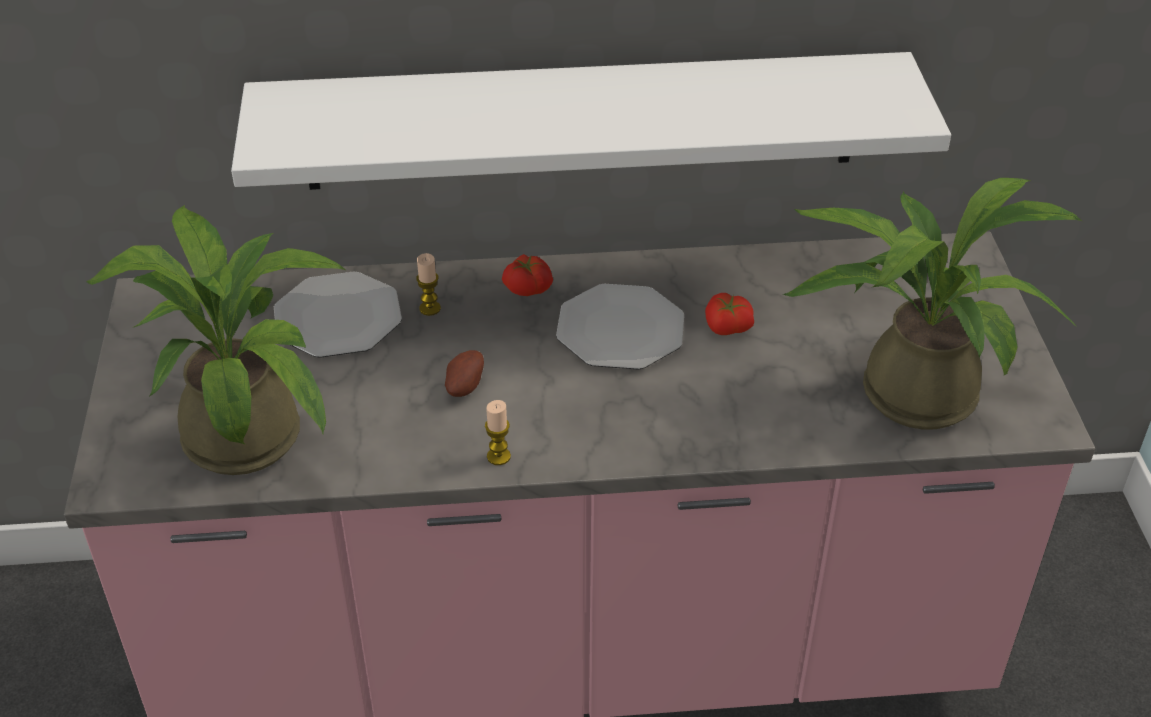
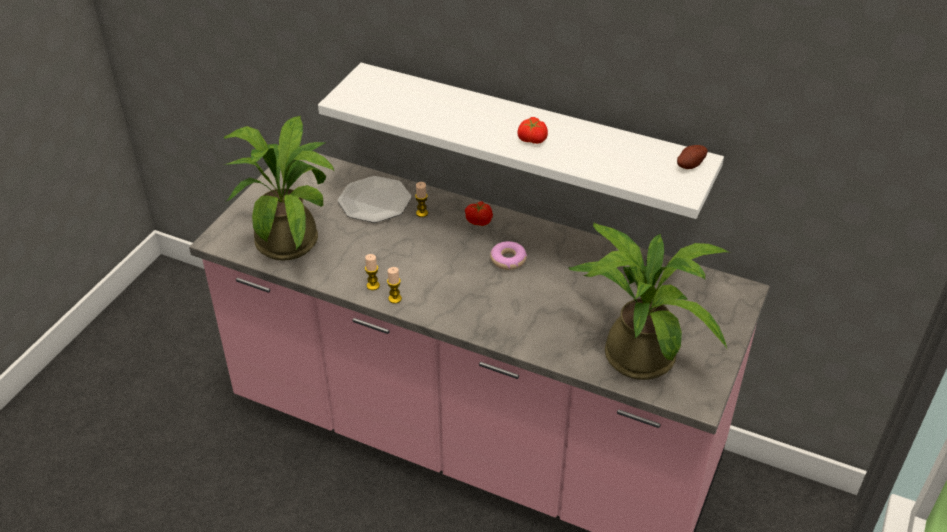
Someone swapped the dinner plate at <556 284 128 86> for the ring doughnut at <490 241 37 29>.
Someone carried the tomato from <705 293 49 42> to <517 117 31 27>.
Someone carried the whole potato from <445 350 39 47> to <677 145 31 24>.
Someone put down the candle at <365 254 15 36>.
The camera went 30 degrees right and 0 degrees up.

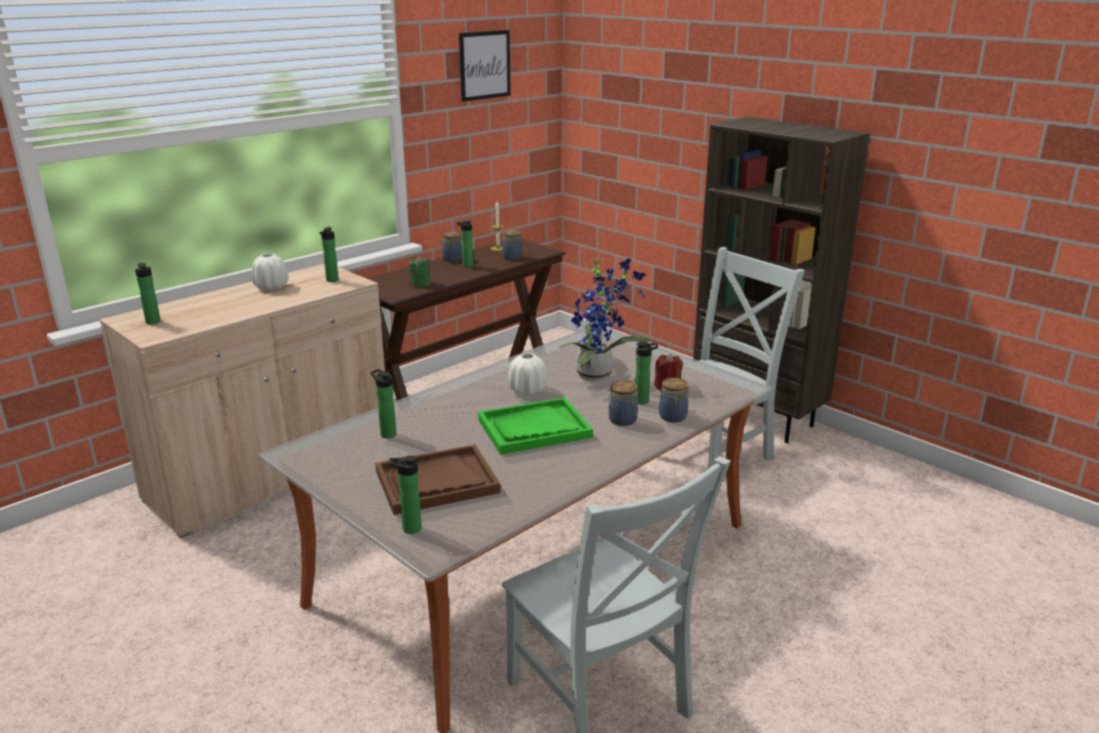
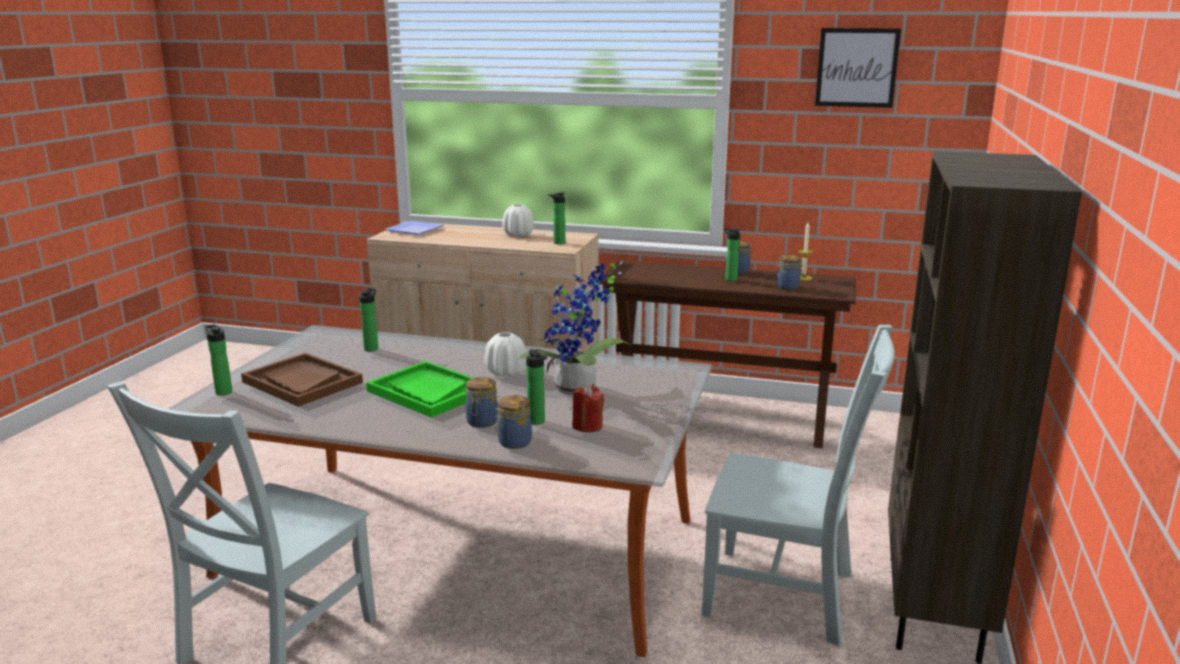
Someone took away the candle in green at <409 256 22 31>.
Someone swapped the beverage bottle at <135 263 26 62> for the dinner plate at <384 221 60 13>.
The camera went 60 degrees right and 5 degrees down.

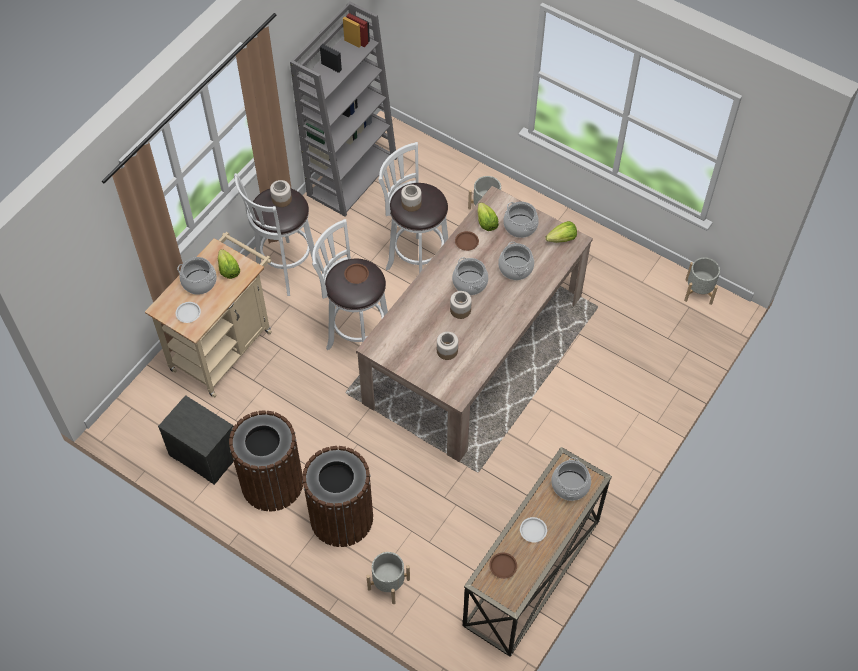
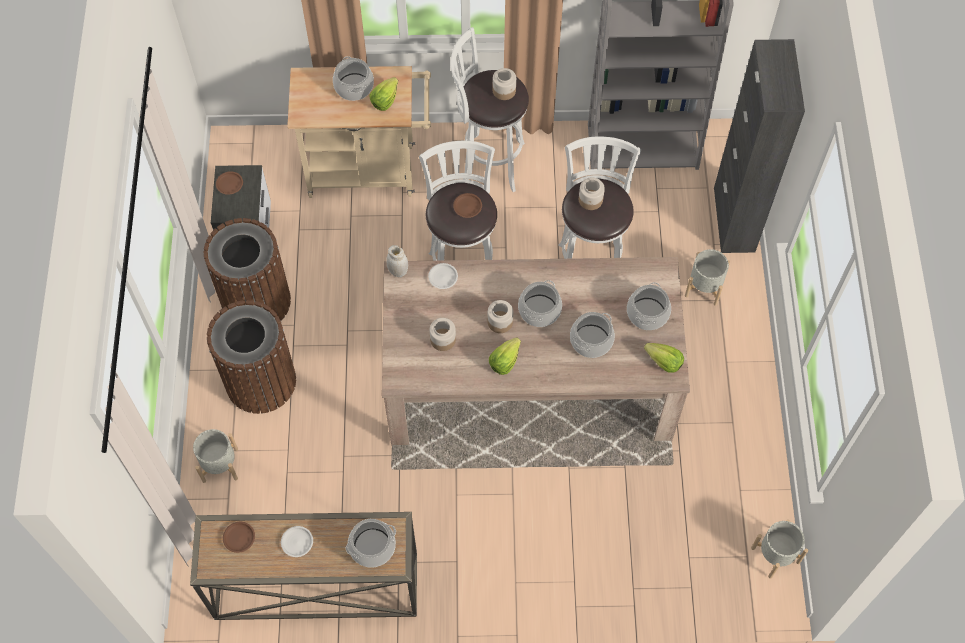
Someone carried the head of lettuce from <477 202 22 29> to <489 337 32 38>.
Someone carried the dinner plate in brown-coloured from <455 231 24 20> to <216 171 27 24>.
Someone carried the dinner plate in white from <176 302 25 21> to <428 263 30 26>.
Someone put down the cabinet in black-coloured at <714 39 91 214>.
Someone put down the storage jar in white at <386 245 22 32>.
The camera went 55 degrees right and 5 degrees up.

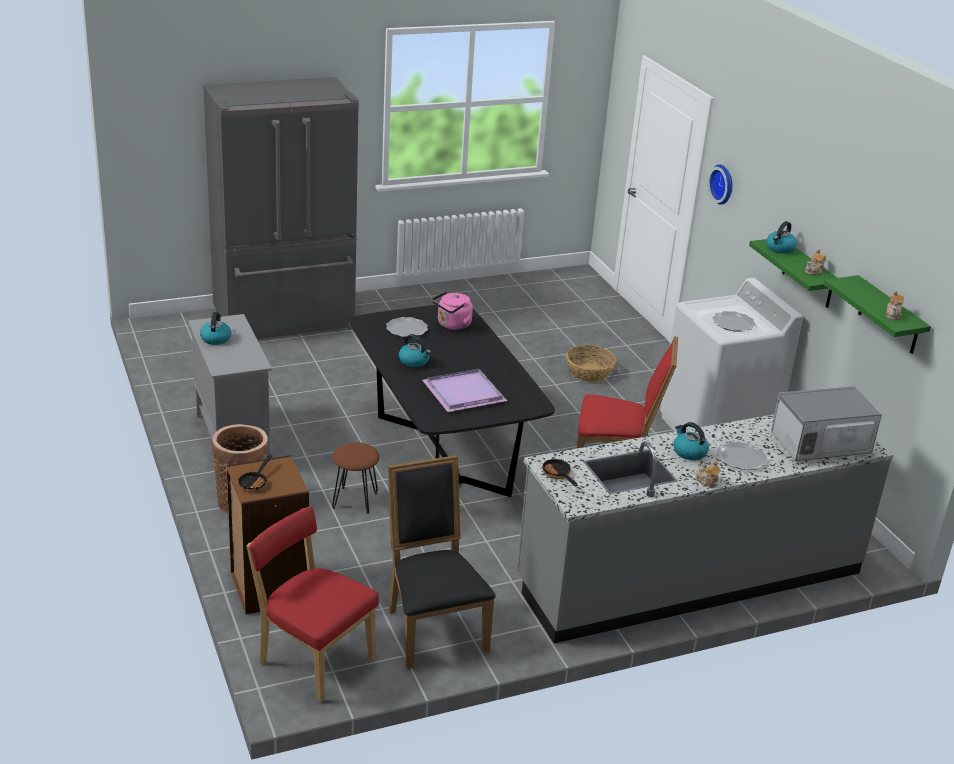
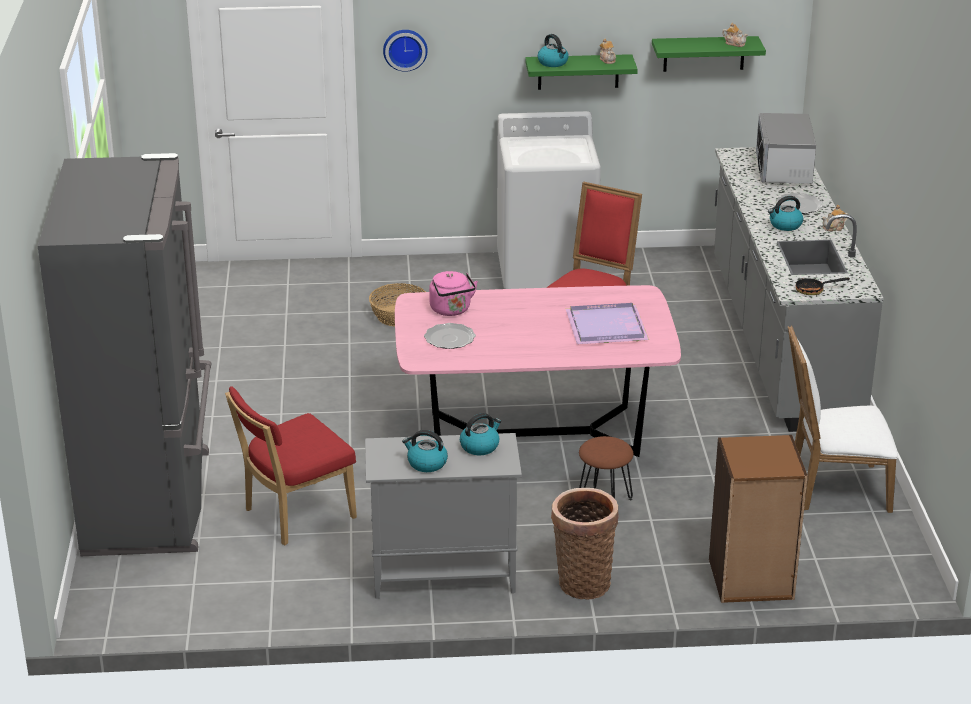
Someone repainted the kitchen table in black-coloured at <350 305 205 192>, which became the kitchen table in pinkish at <395 285 286 172>.
Someone took away the dinner plate at <713 311 43 21>.
Someone carried the kettle from <399 334 32 33> to <460 413 41 42>.
Someone took away the pan at <238 454 35 38>.
Someone repainted the plain chair in black-coloured at <388 455 107 214>, which became the plain chair in white at <788 325 110 188>.
Someone carried the plain chair in red from <246 506 133 196> to <225 386 132 159>.
The camera went 70 degrees left and 0 degrees up.

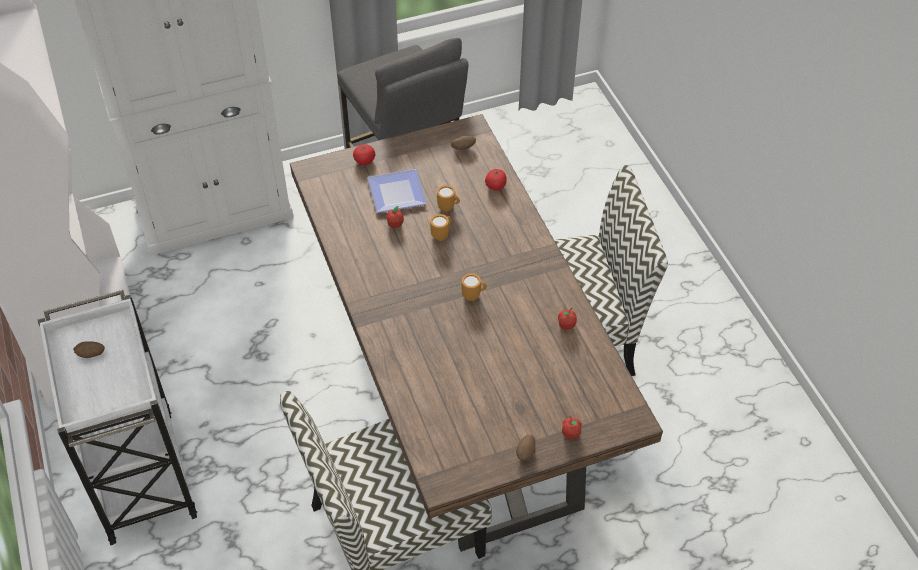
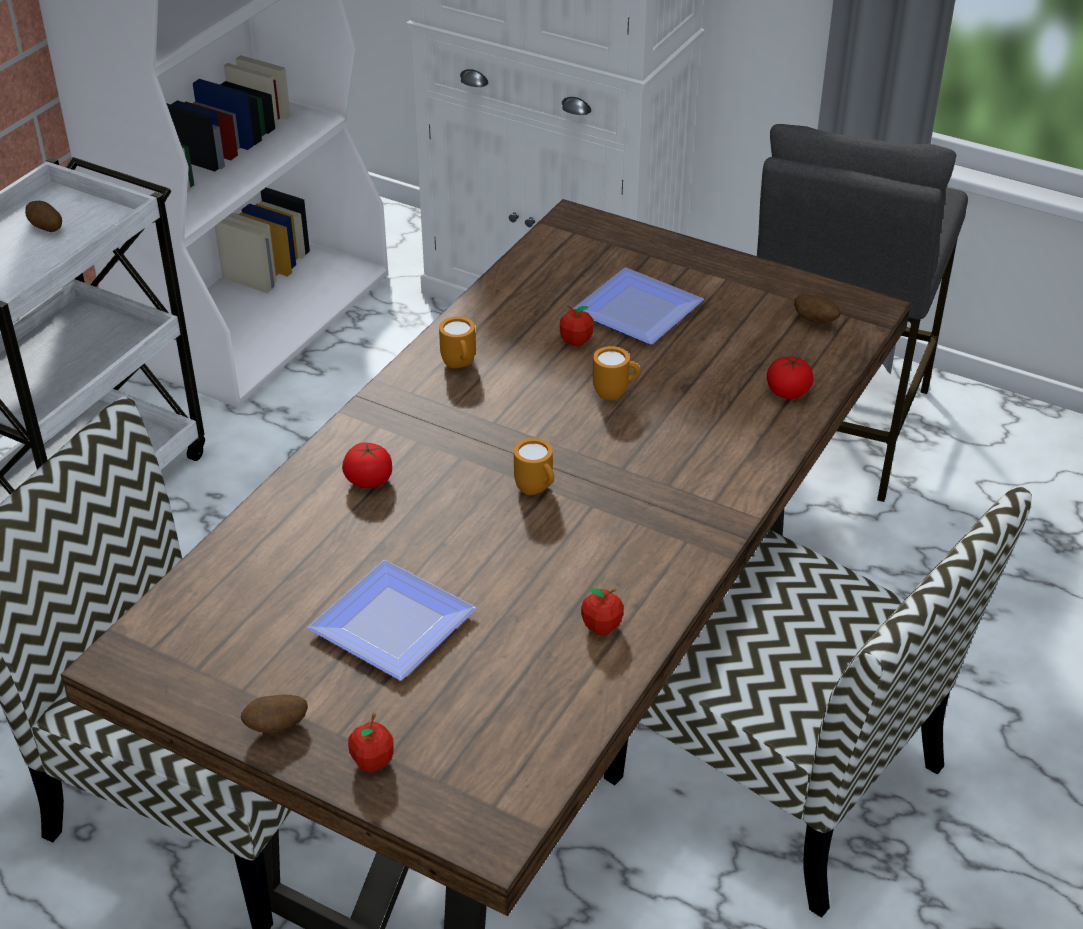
Someone carried the tomato from <353 144 22 21> to <342 443 50 45>.
Someone carried the coffee mug in orange from <437 185 23 27> to <439 316 37 52>.
Someone put down the dinner plate at <307 560 169 120>.
The camera went 50 degrees right and 10 degrees down.

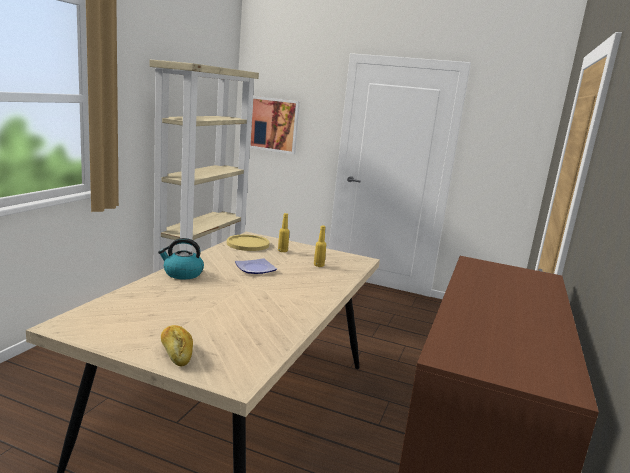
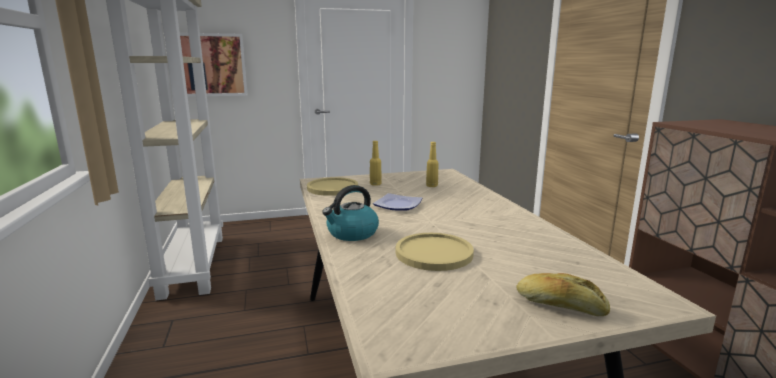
Someone put down the dinner plate in yellowish at <396 233 78 38>.
The camera went 35 degrees left and 0 degrees up.

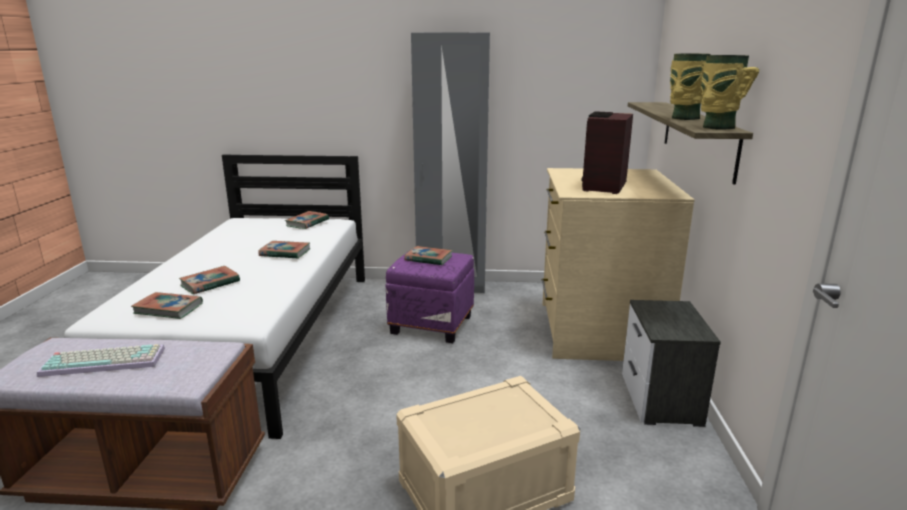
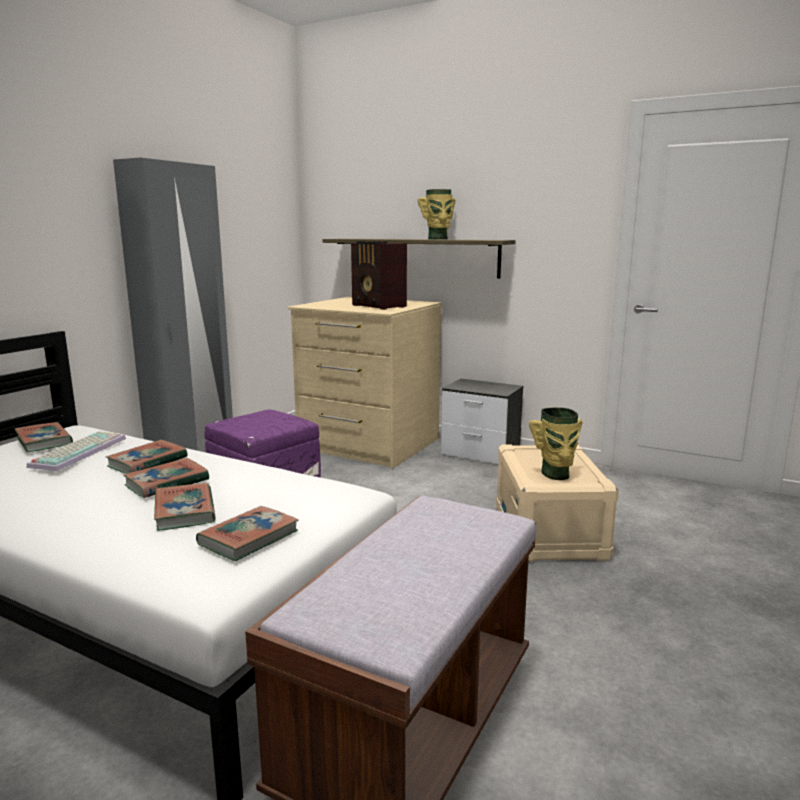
Someone carried the vase from <701 55 58 75> to <529 407 54 73>.
Someone carried the volume from <404 246 48 20> to <123 458 86 40>.
Someone carried the PC keyboard from <37 344 128 33> to <27 431 99 40>.
The camera went 65 degrees left and 5 degrees down.

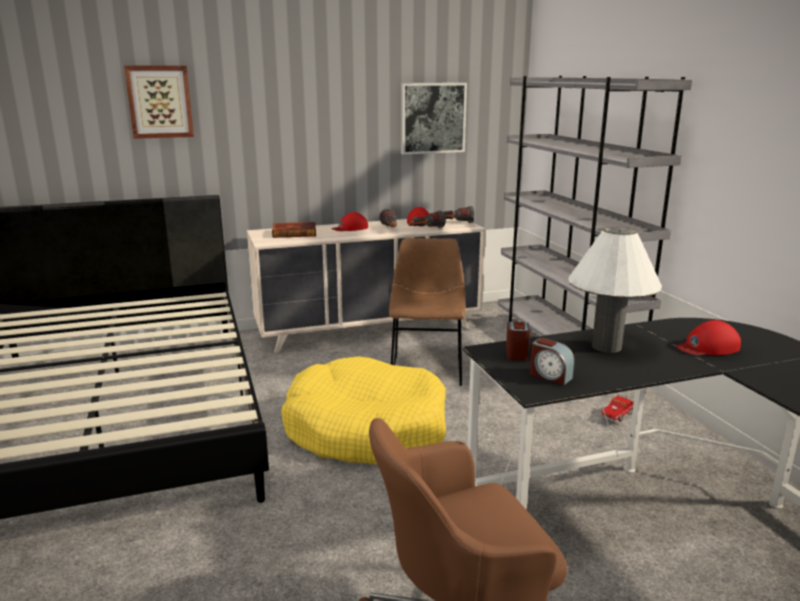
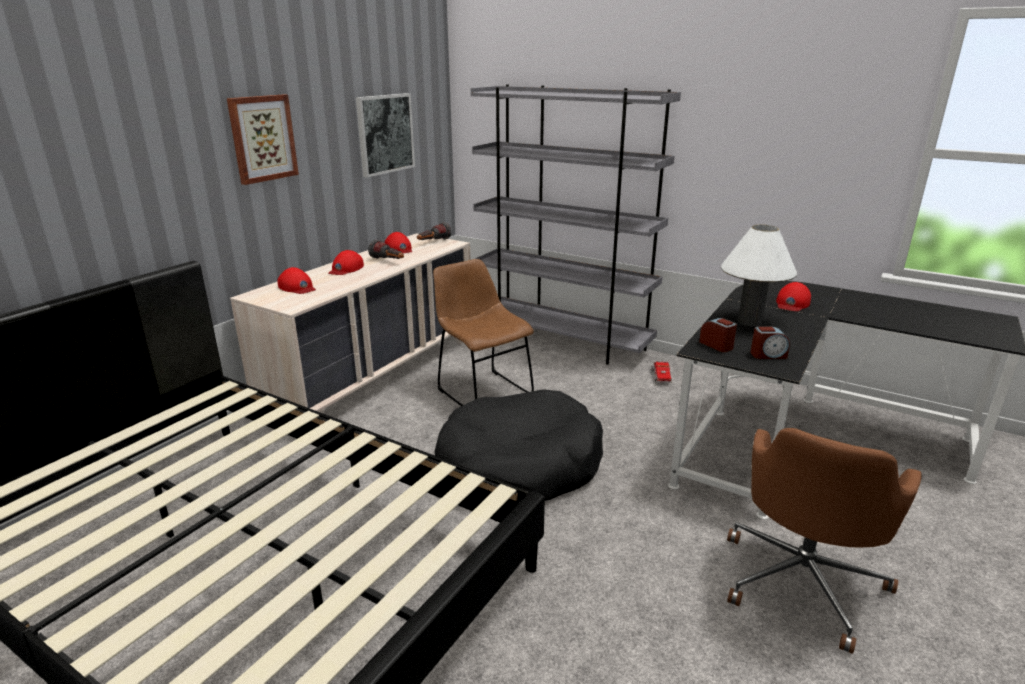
Someone carried the wall art from <124 66 70 73> to <227 94 72 91>.
Someone took away the flashlight at <409 210 37 18>.
Someone swapped the volume at <272 222 44 16> for the cap in red at <277 267 39 27>.
Someone repainted the dog bed in yellowish at <281 356 165 109>, which became the dog bed in black-coloured at <435 389 168 112>.
The camera went 40 degrees left and 5 degrees up.

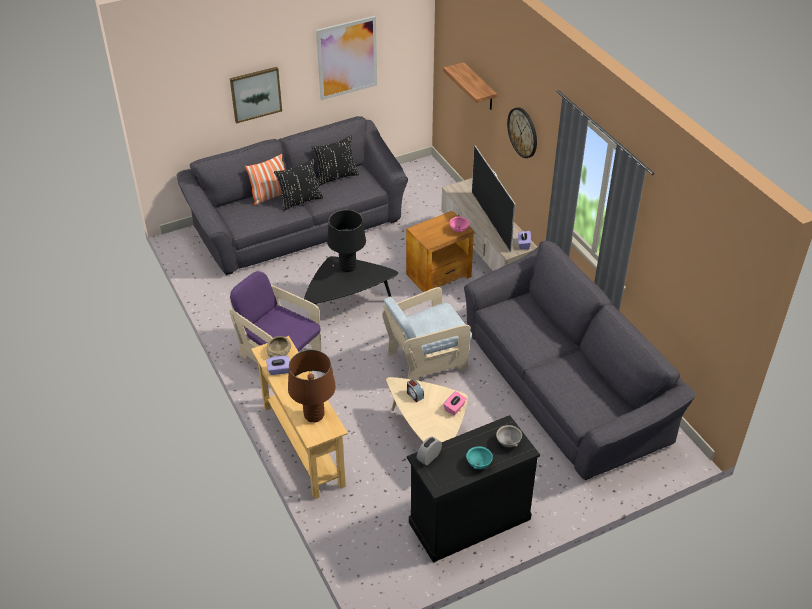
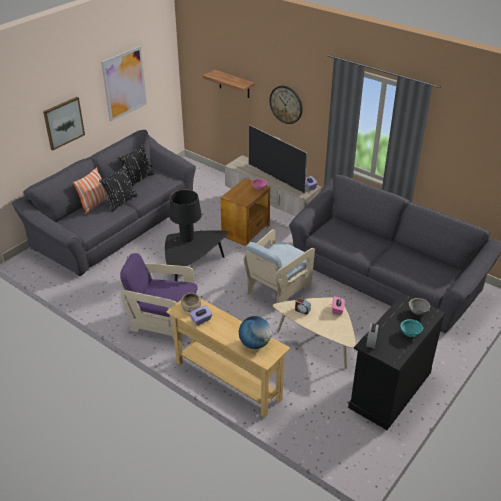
Someone swapped the lamp for a table in brown-coloured at <288 350 48 73> for the desk globe at <239 316 32 33>.
The camera went 25 degrees left and 5 degrees down.

